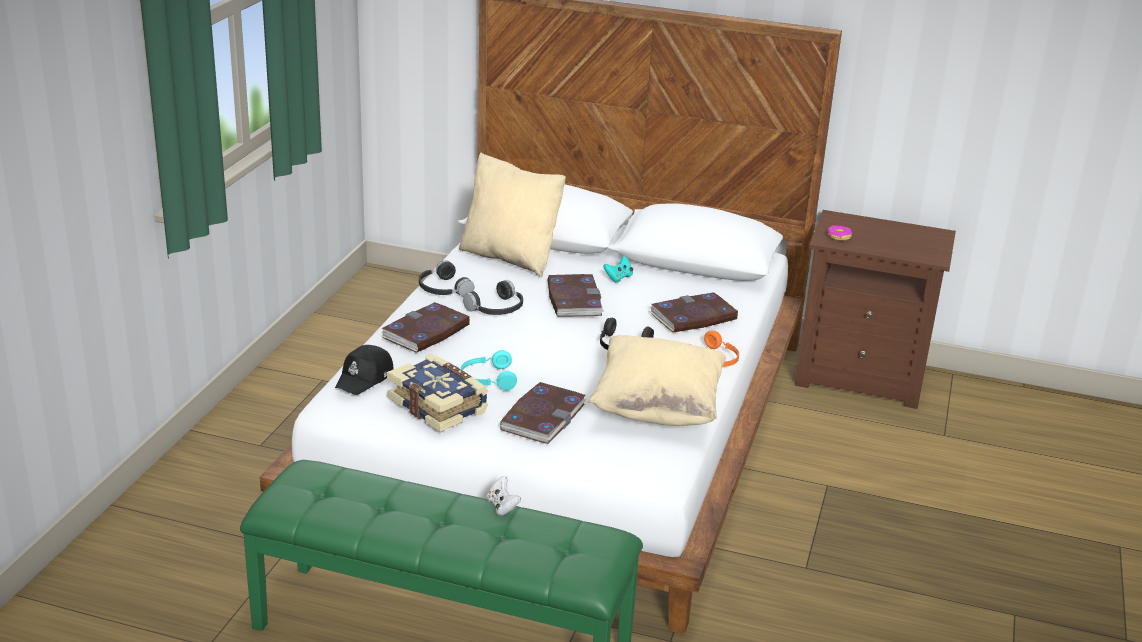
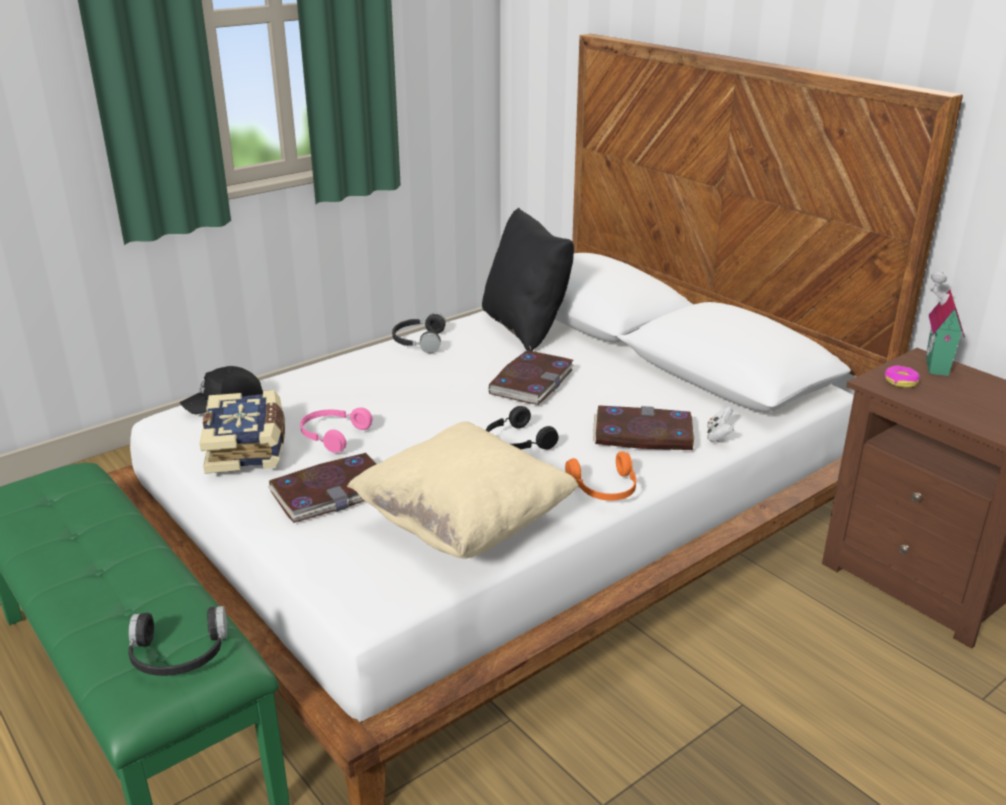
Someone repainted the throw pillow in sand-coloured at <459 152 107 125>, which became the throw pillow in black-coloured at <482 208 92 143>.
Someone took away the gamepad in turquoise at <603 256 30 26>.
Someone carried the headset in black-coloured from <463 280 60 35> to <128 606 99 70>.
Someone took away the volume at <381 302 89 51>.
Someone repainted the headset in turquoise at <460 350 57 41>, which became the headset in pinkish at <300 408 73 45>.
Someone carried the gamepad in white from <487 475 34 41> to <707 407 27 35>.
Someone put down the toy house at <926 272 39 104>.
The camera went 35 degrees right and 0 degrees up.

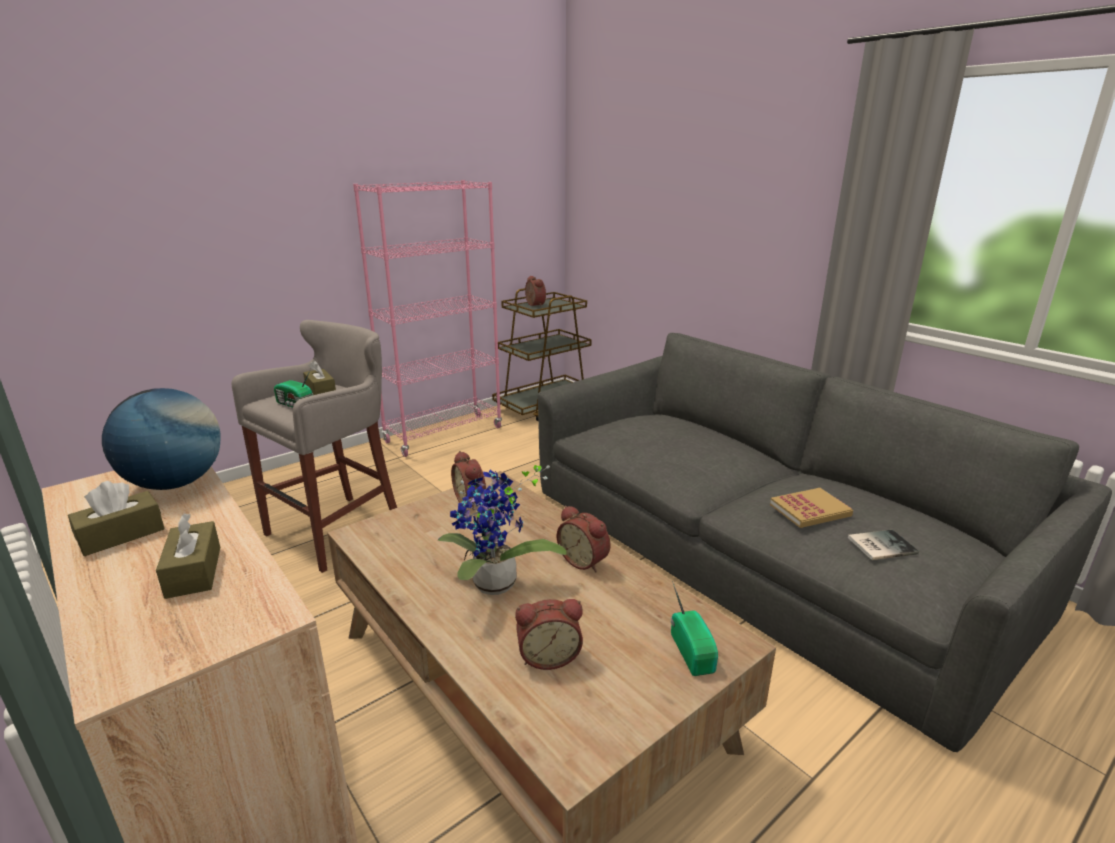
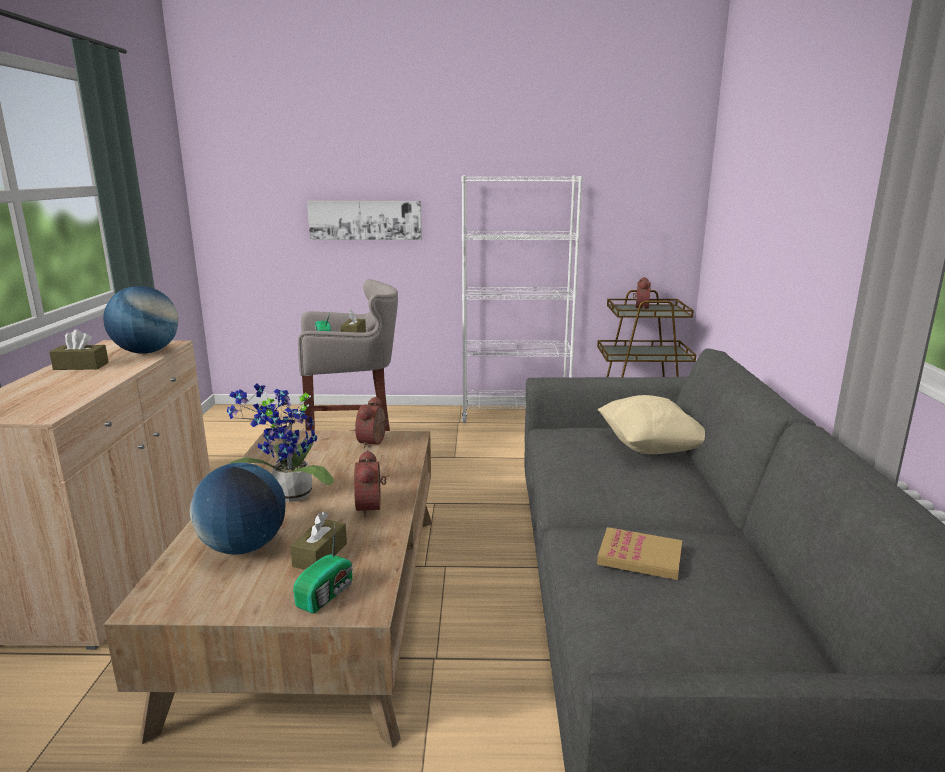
Someone repainted the bookshelf in pinkish at <353 180 149 277>, which became the bookshelf in white at <461 175 122 248>.
Someone carried the box of tissues in brown-coloured from <156 513 64 86> to <290 512 57 58>.
Someone took away the volume at <848 530 71 30>.
Someone swapped the bedside clock at <515 599 68 71> for the desk globe at <190 462 95 93>.
Someone put up the wall art at <307 201 115 39>.
Someone put down the throw pillow in sand-coloured at <597 395 108 59>.
The camera went 40 degrees right and 5 degrees down.

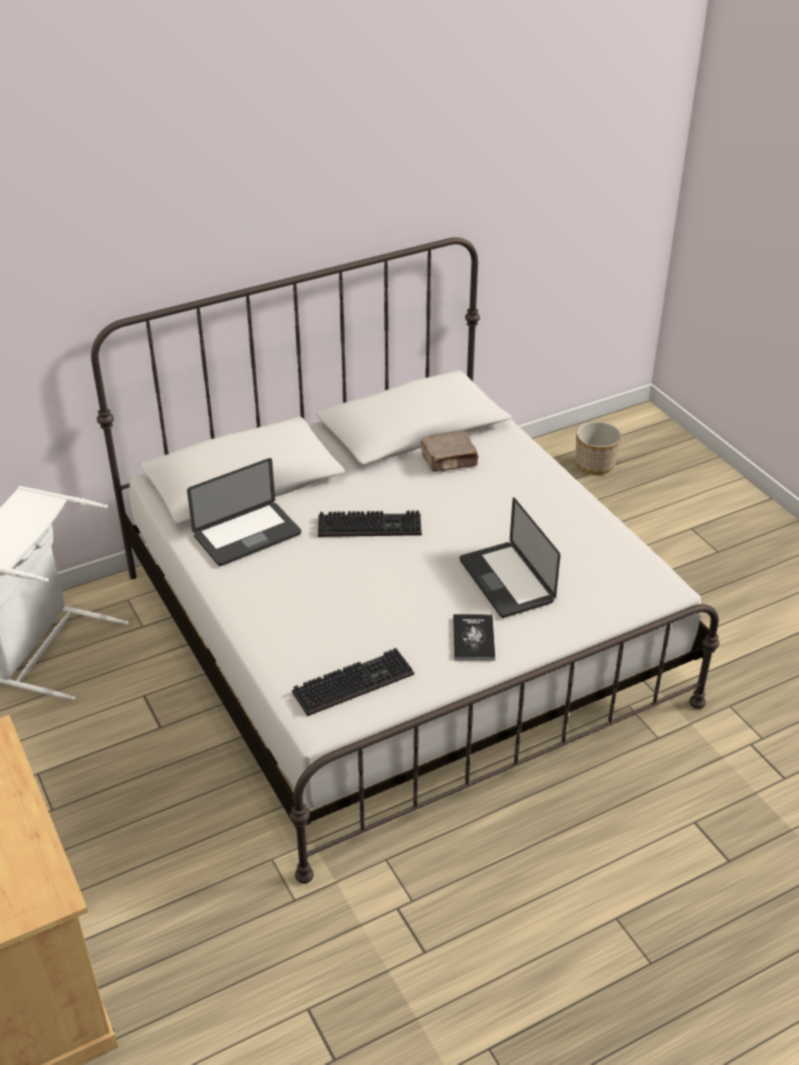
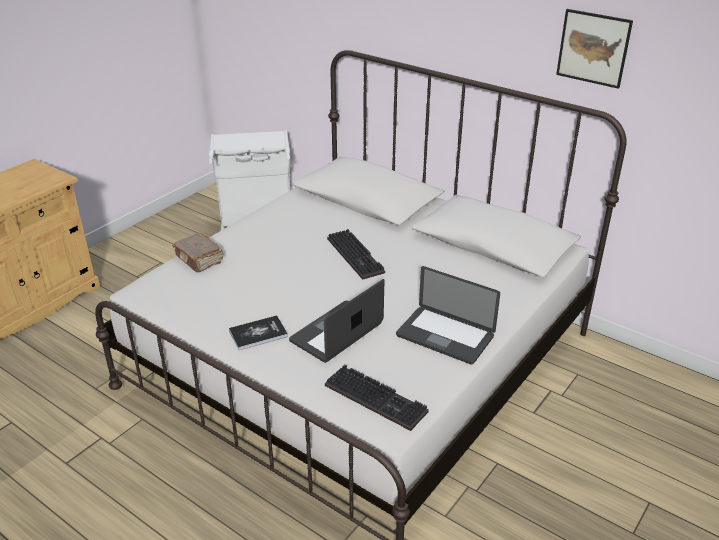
Someone took away the flower pot at <576 421 45 54>.
Someone carried the volume in brown-coloured from <421 431 58 41> to <172 233 52 39>.
Someone carried the portable computer from <187 458 114 108> to <396 266 104 98>.
Someone carried the PC keyboard from <292 648 122 68> to <325 365 104 66>.
Someone put up the wall art at <556 9 77 80>.
The camera went 65 degrees right and 5 degrees down.

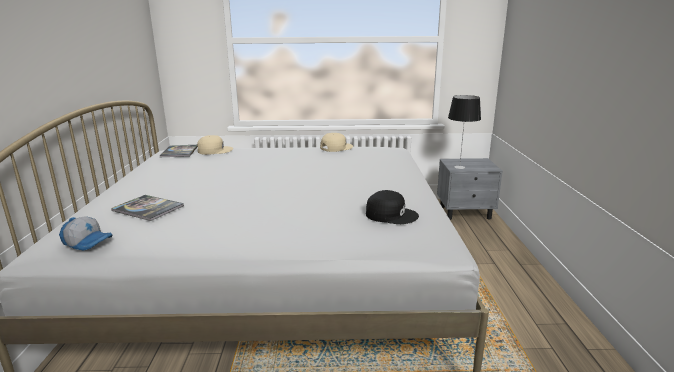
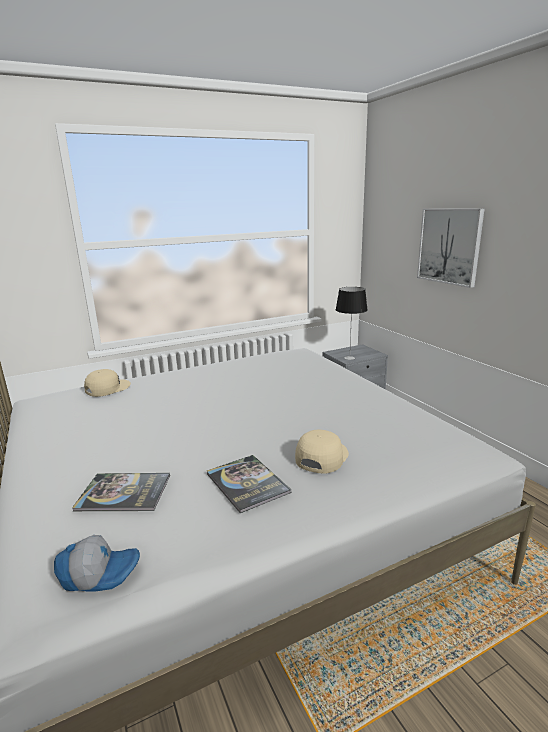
Someone carried the cap in sand-coloured from <320 133 33 19> to <295 430 54 44>.
Someone carried the volume from <159 145 39 12> to <207 455 84 58>.
Someone took away the cap in black-coloured at <366 190 53 34>.
Someone put up the wall art at <417 208 68 80>.
The camera went 25 degrees left and 0 degrees up.

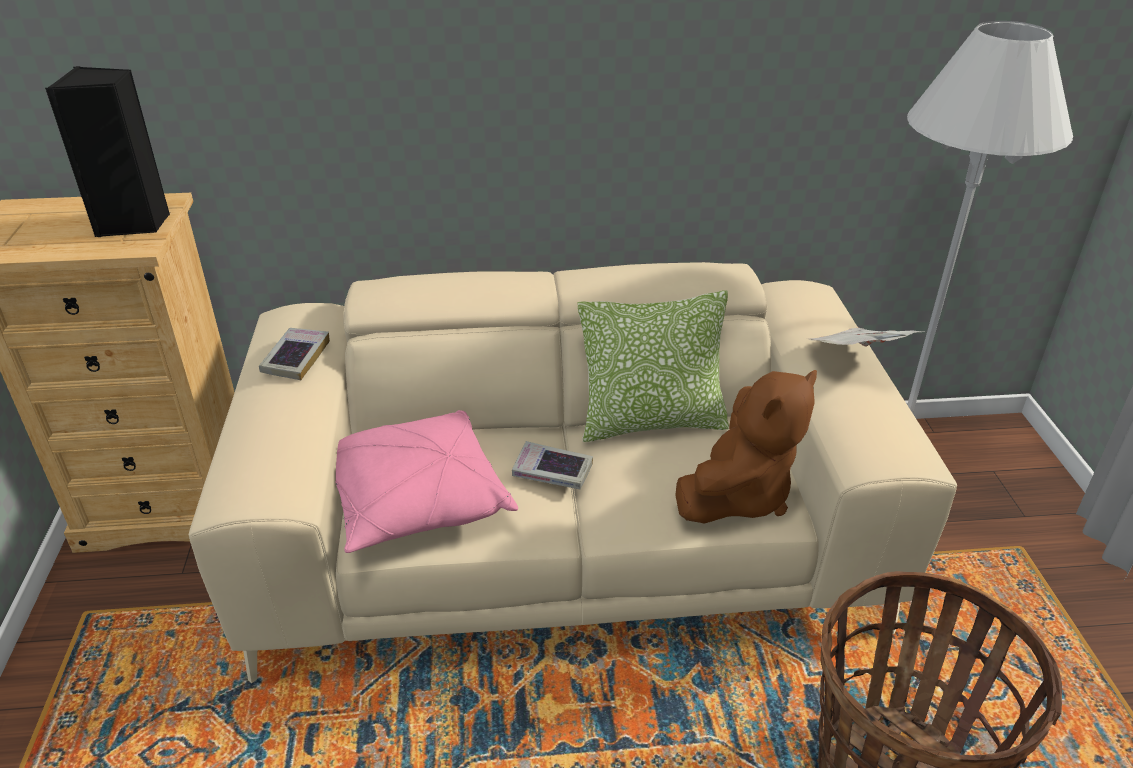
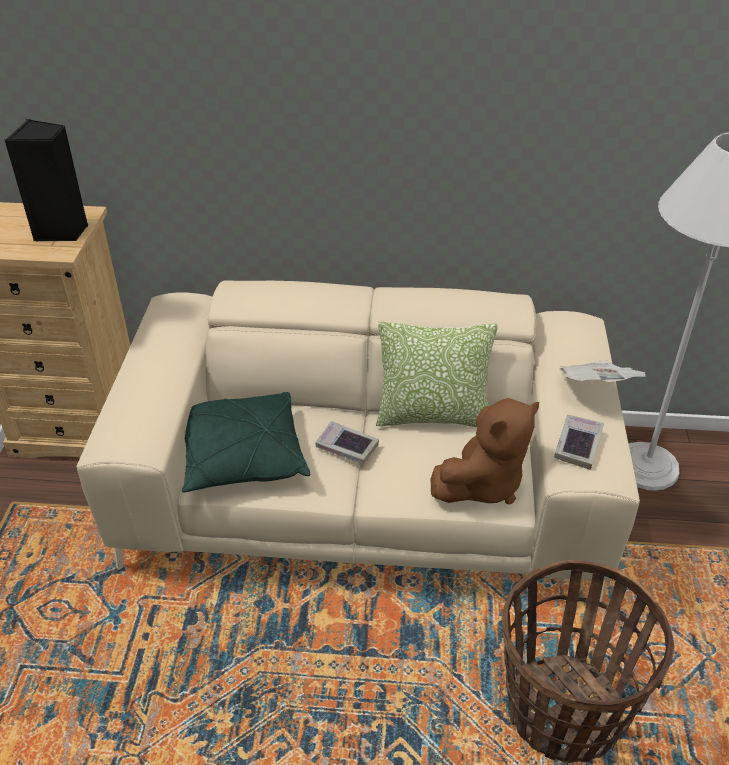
Someone carried the volume from <259 328 71 52> to <554 415 50 55>.
Someone repainted the throw pillow in pinkish at <336 410 182 143>, which became the throw pillow in green at <182 392 128 101>.
The camera went 10 degrees right and 5 degrees up.

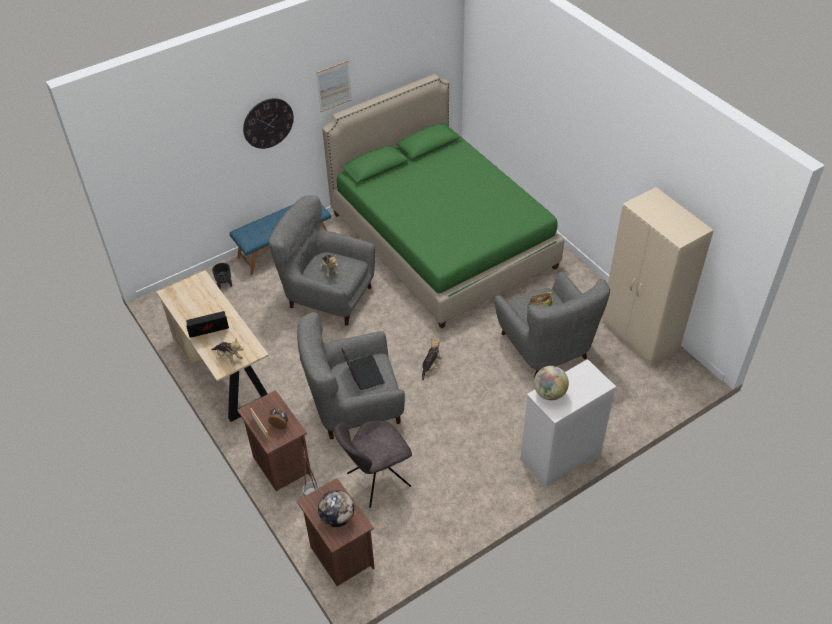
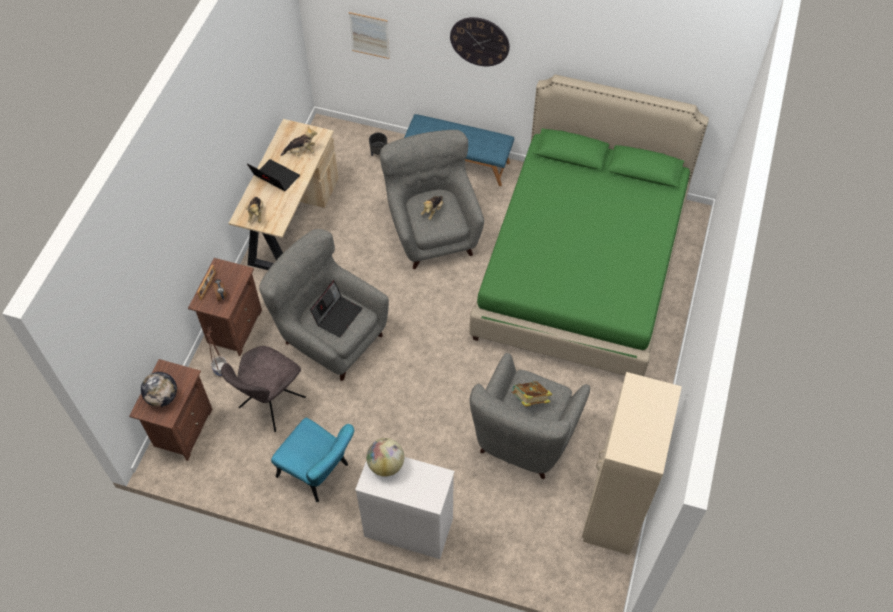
Someone carried the wall art from <316 60 36 52> to <349 12 41 47>.
Someone carried the plush toy from <422 338 21 42> to <281 126 36 30>.
Someone rotated the plain chair in gray at <334 420 78 88> by 75 degrees counterclockwise.
Someone put down the plain chair in turquoise at <271 417 83 85>.
The camera went 50 degrees right and 10 degrees up.

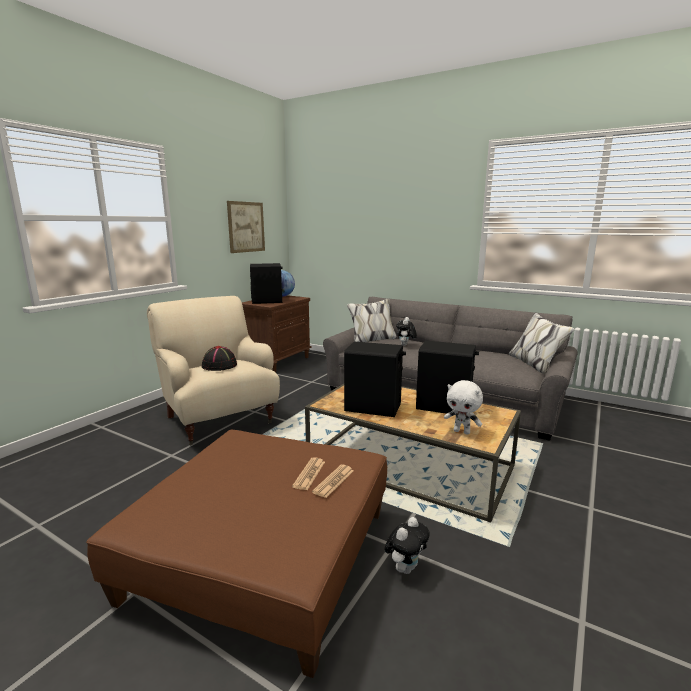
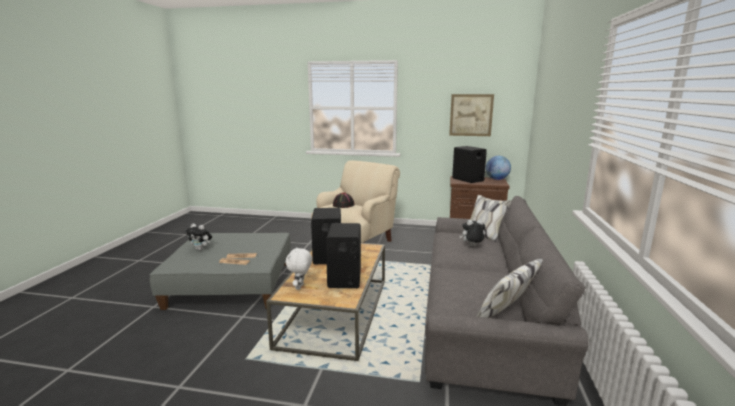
Someone repainted the footrest in brown-coloured at <86 430 301 248>, which became the footrest in gray at <150 233 140 77>.
Someone carried the plush toy from <385 517 45 57> to <185 224 27 26>.
The camera went 70 degrees right and 0 degrees up.

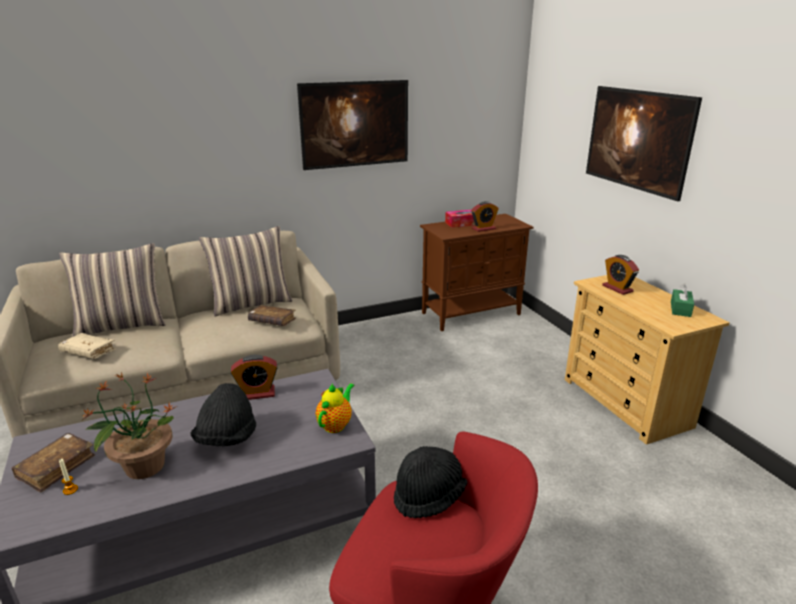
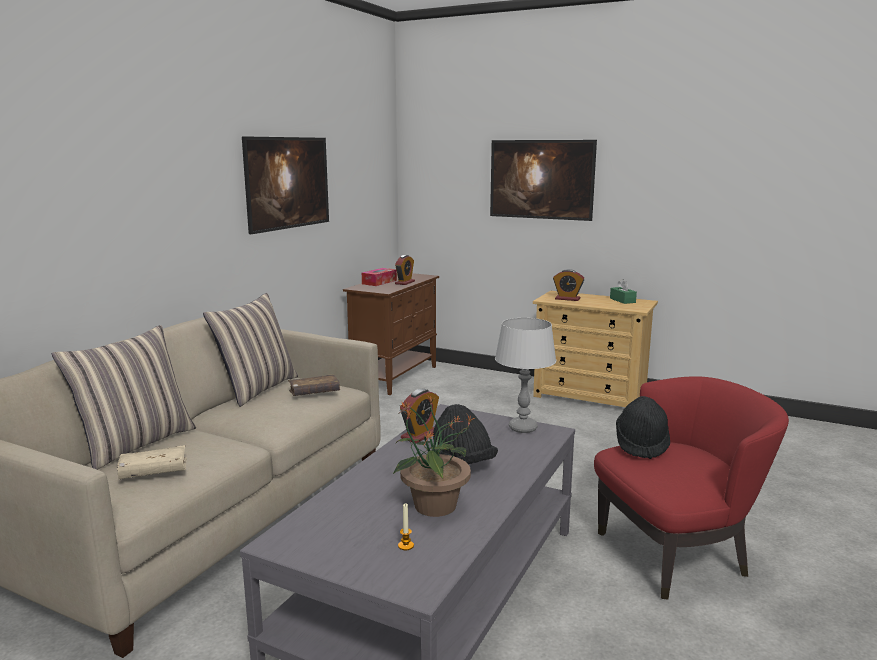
Someone swapped the tea pot at <316 383 39 50> for the lamp for a table in gray at <495 318 61 115>.
Someone took away the volume in brown-coloured at <12 433 83 59>.
The camera went 40 degrees left and 10 degrees down.

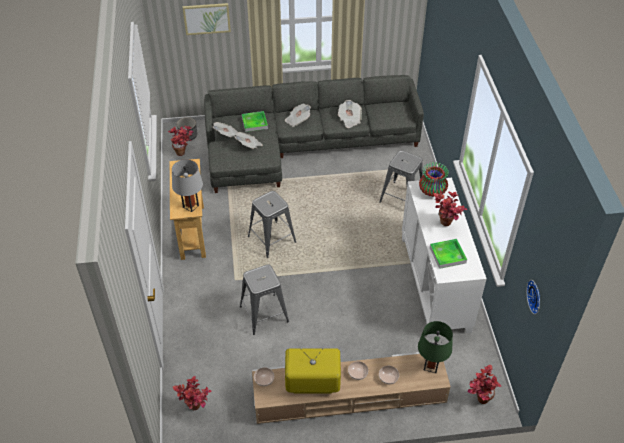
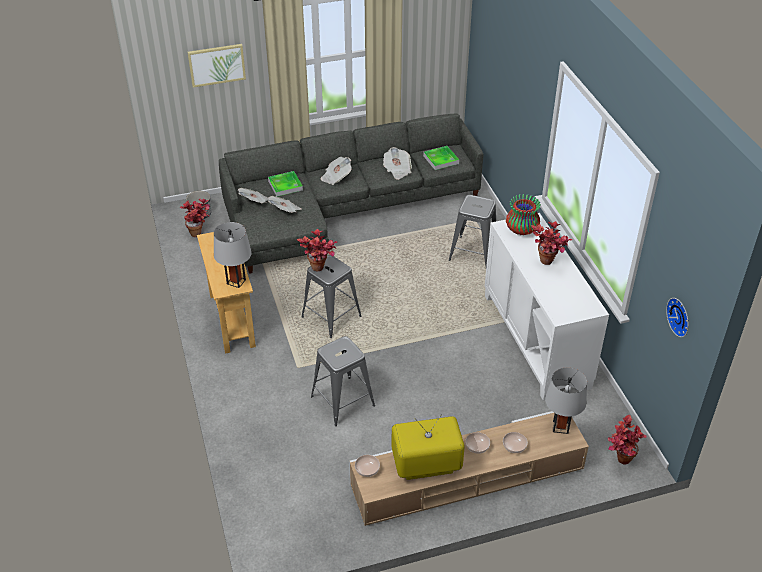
Someone carried the carrying tray from <429 239 38 30> to <423 146 36 24>.
Someone repainted the lamp for a table in green at <418 321 35 52>, which became the lamp for a table in gray at <545 368 42 66>.
Someone carried the houseplant from <173 376 38 34> to <297 229 40 43>.
The camera went 10 degrees left and 5 degrees down.

